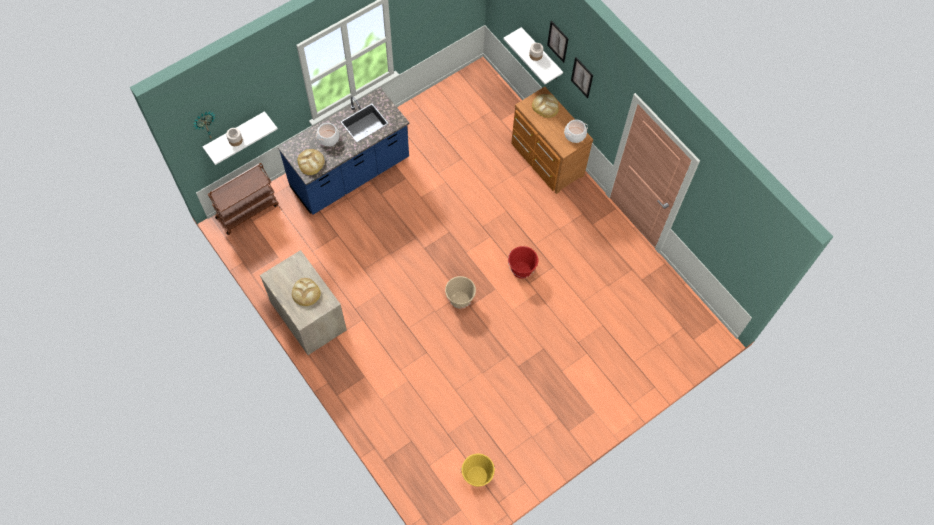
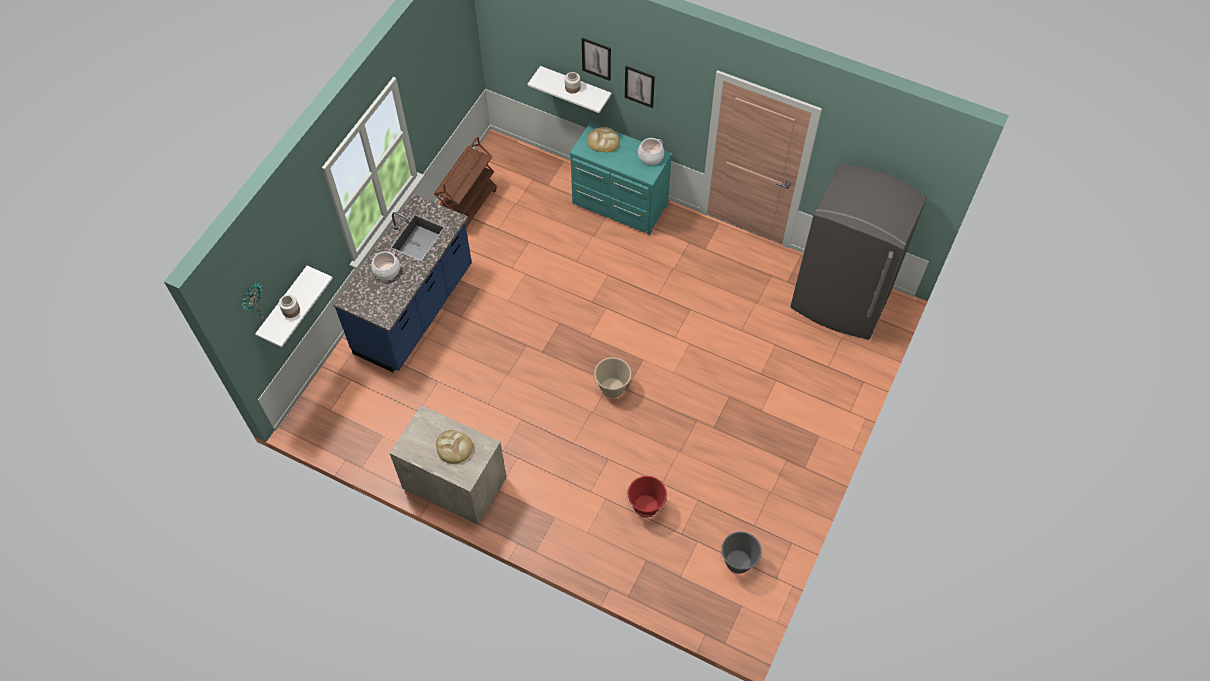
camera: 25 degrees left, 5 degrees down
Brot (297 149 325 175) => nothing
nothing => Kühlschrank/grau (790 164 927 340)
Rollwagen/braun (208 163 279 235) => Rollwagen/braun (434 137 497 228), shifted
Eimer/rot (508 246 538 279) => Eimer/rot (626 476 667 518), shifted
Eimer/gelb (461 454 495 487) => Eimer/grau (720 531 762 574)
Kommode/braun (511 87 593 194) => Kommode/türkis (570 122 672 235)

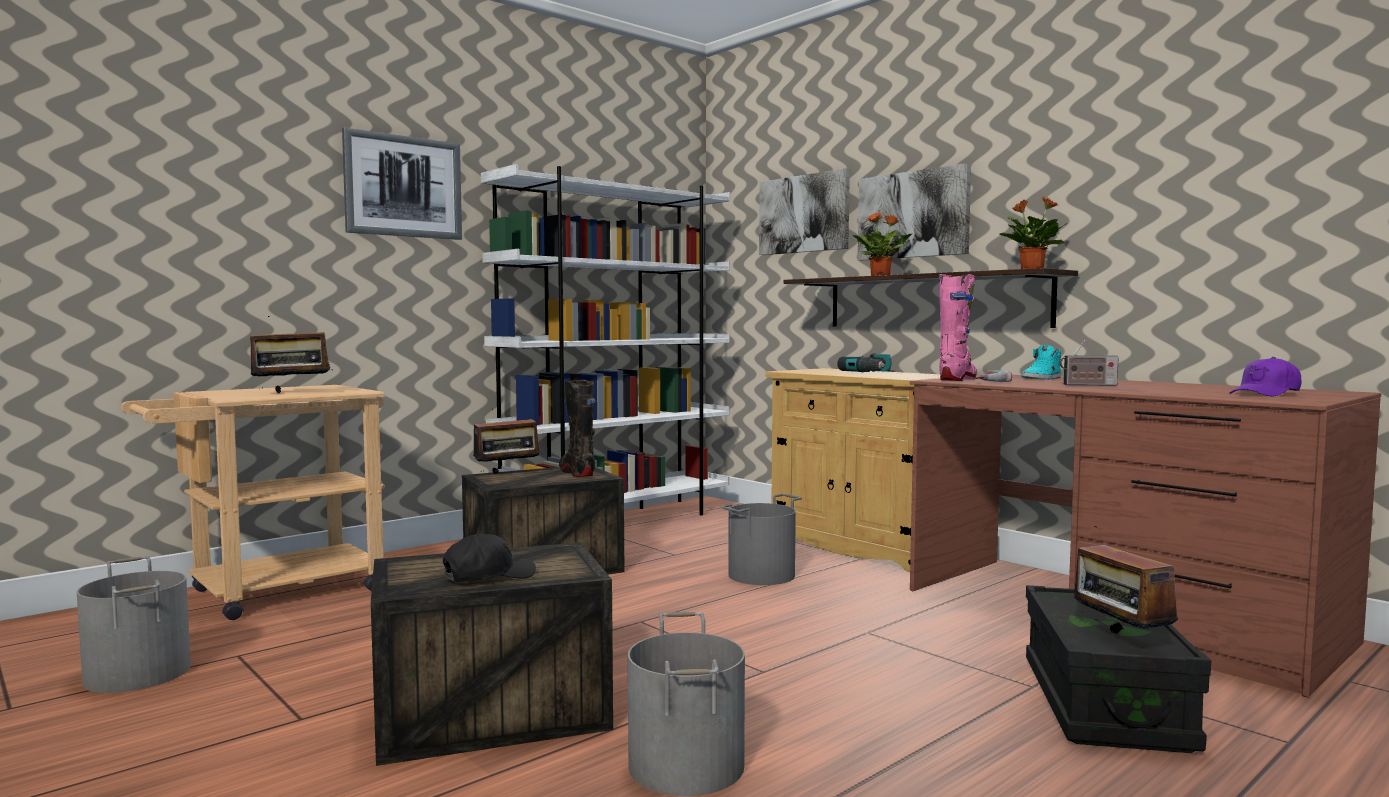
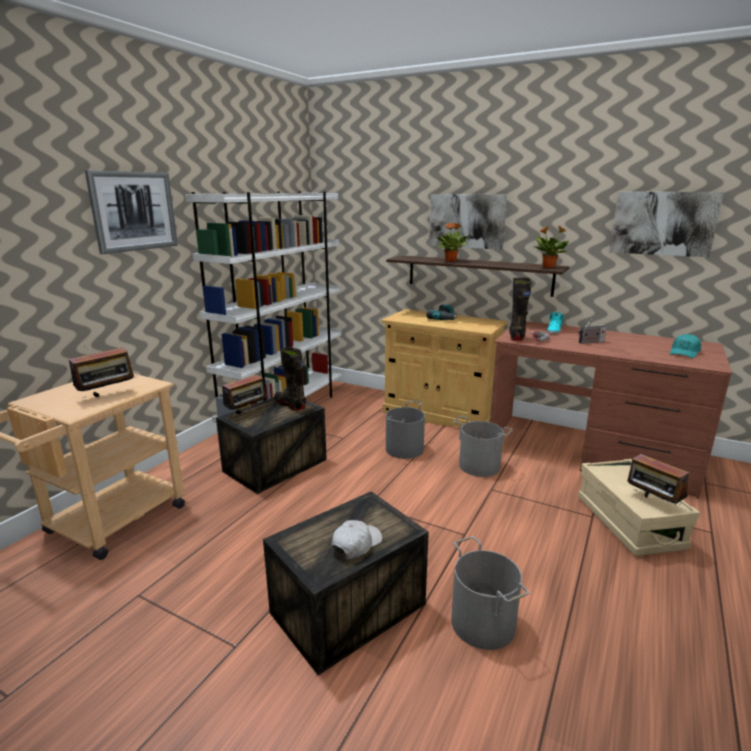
camera: 20 degrees left, 15 degrees up
Eimer/grau (77 556 191 693) => Eimer/grau (453 416 513 477), shifted
Bild (759 168 850 255) => Bild (609 192 724 257), shifted
Kappe/schwarz (443 533 536 582) => Kappe/weiß (332 520 382 559)
Stiefel/rosa (939 274 977 381) => Stiefel/schwarz (509 278 532 341)
Aufbewahrungsbox/schwarz (1026 585 1211 753) => Aufbewahrungsbox/beige (578 459 700 556)
Kappe/lila (1229 357 1302 396) => Kappe/türkis (670 334 701 358)

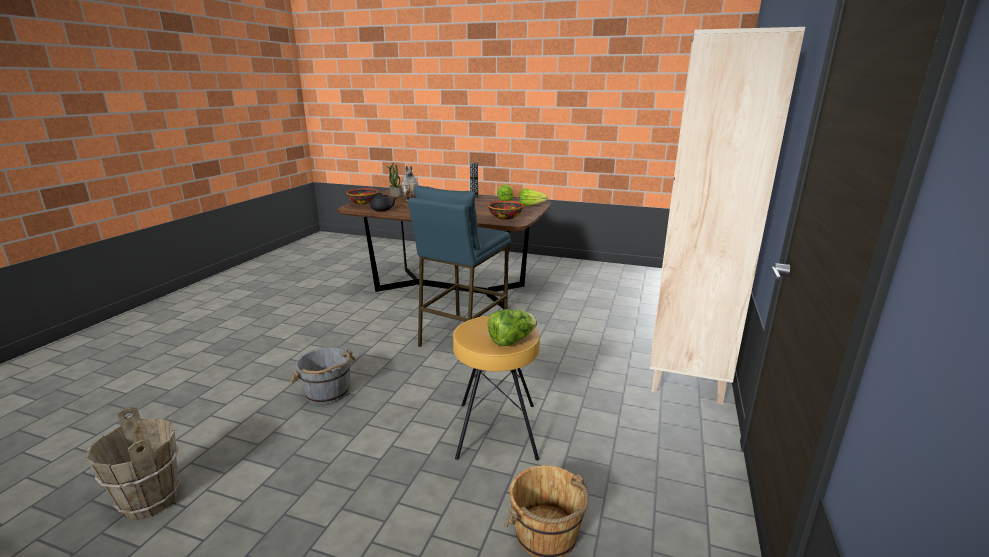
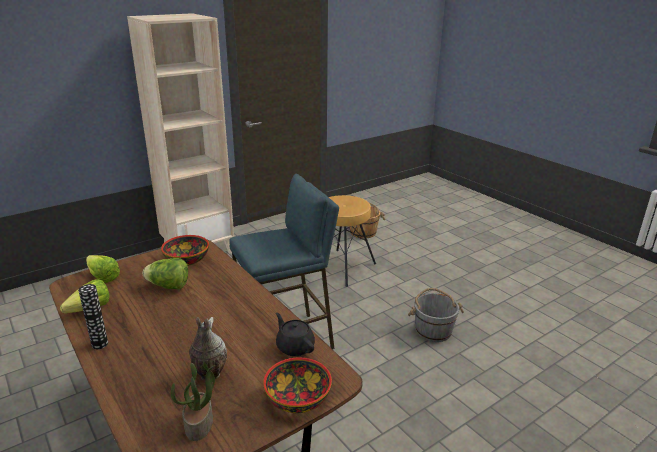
camera: 145 degrees left, 5 degrees up
Eimer/braun (85 407 180 520) => nothing
Salatkopf (488 309 537 346) => Salatkopf (143 258 188 289), shifted

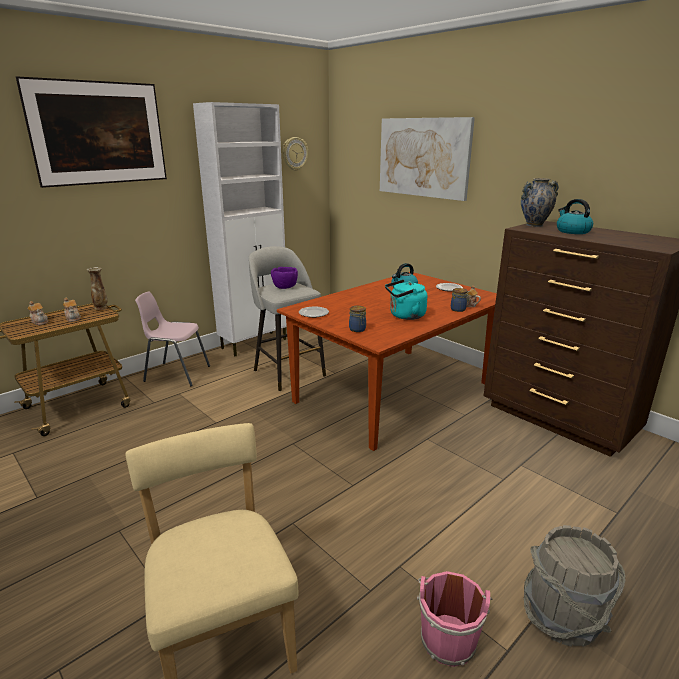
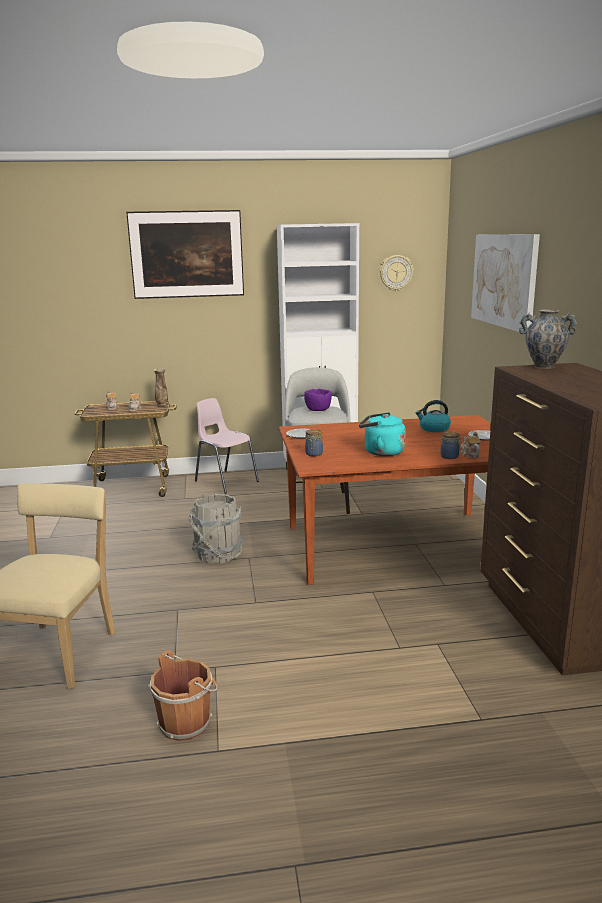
camera: 35 degrees right, 5 degrees down
Wasserkessel (557 199 593 234) => nothing
Eimer/grau (524 525 626 647) => Eimer/grau (189 494 243 564), shifted
Eimer/rosa (417 571 492 667) => Eimer/braun (148 651 218 741)

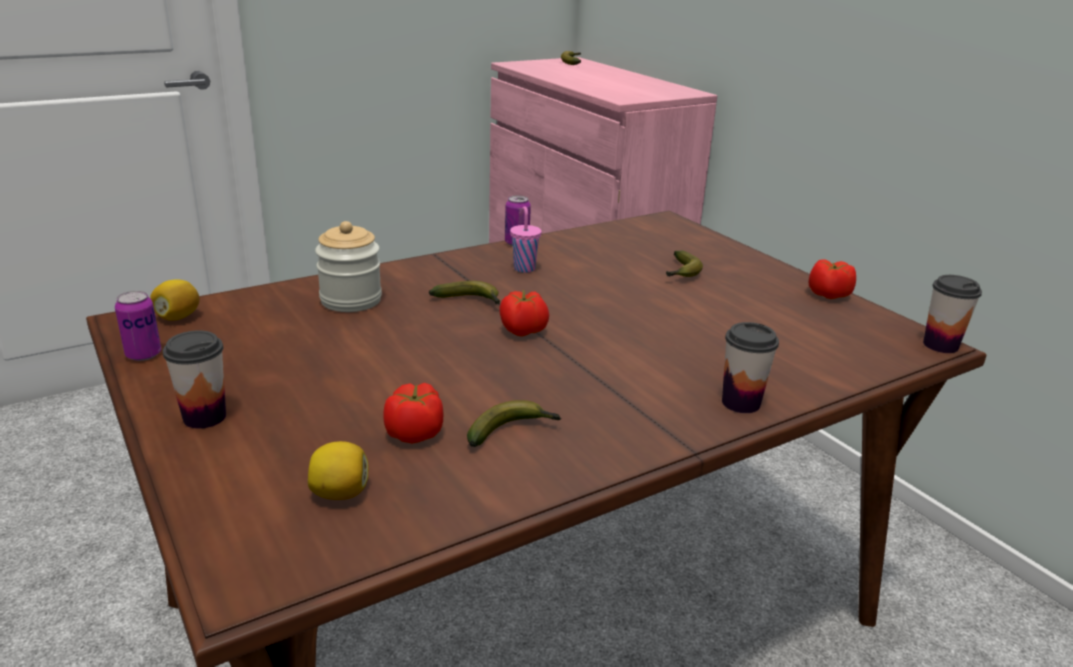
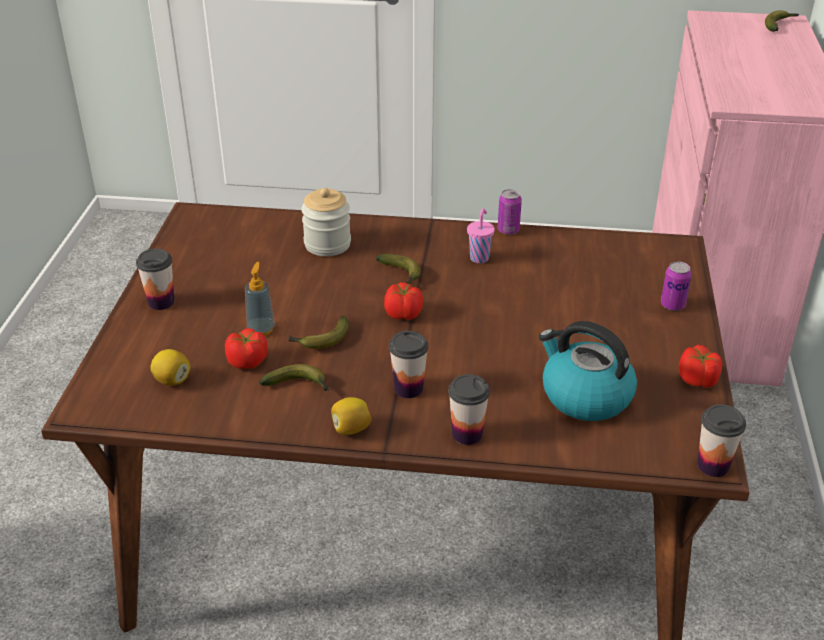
camera: 40 degrees right, 10 degrees up
nothing => Seifenspender (245 262 275 336)
nothing => Tasse (389 331 428 398)
nothing => Wasserkessel (539 321 637 421)
Dose (115 291 161 361) => Dose (661 261 692 311), shifted
Zitrone (150 279 200 321) => Zitrone (331 397 371 435), shifted
Banane (666 251 703 277) => Banane (288 316 349 349), shifted

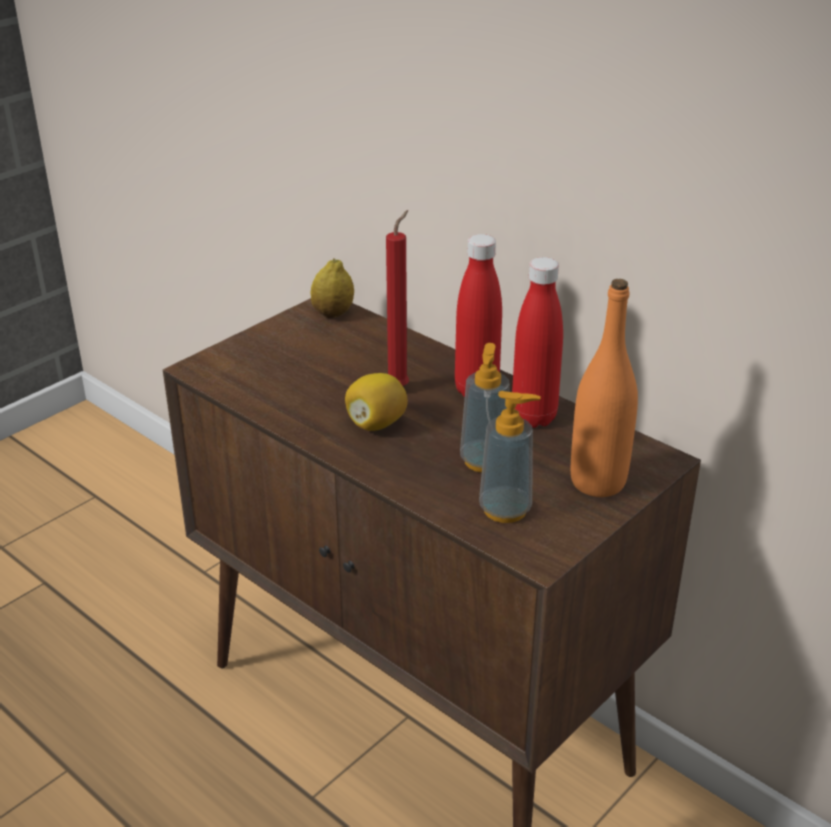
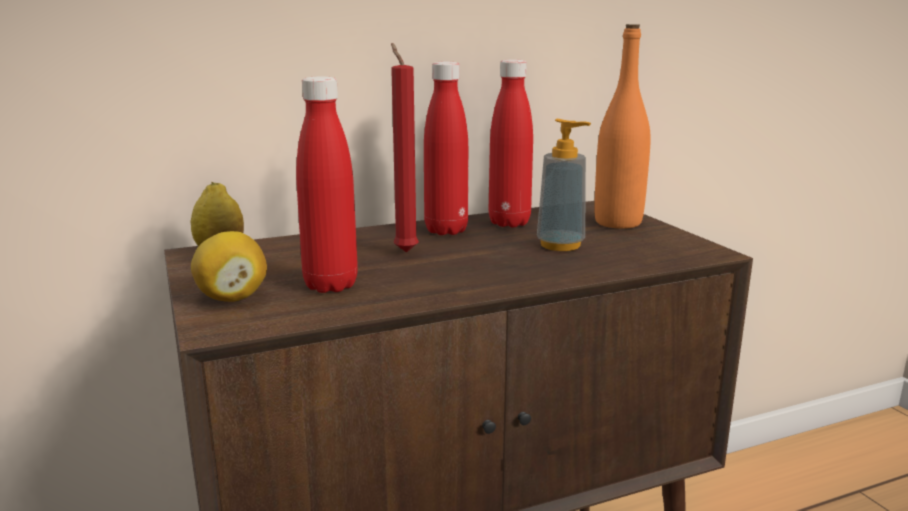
camera: 65 degrees left, 15 degrees down
Seifenspender (479 391 541 523) => nothing
nothing => Flasche/rot (296 76 358 293)
Zitrone (345 373 408 431) => Zitrone (191 231 267 302), shifted

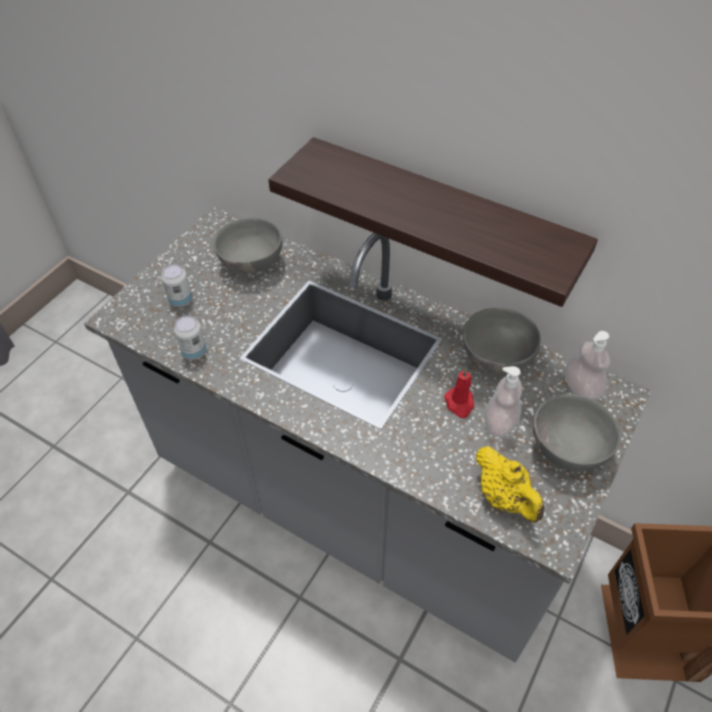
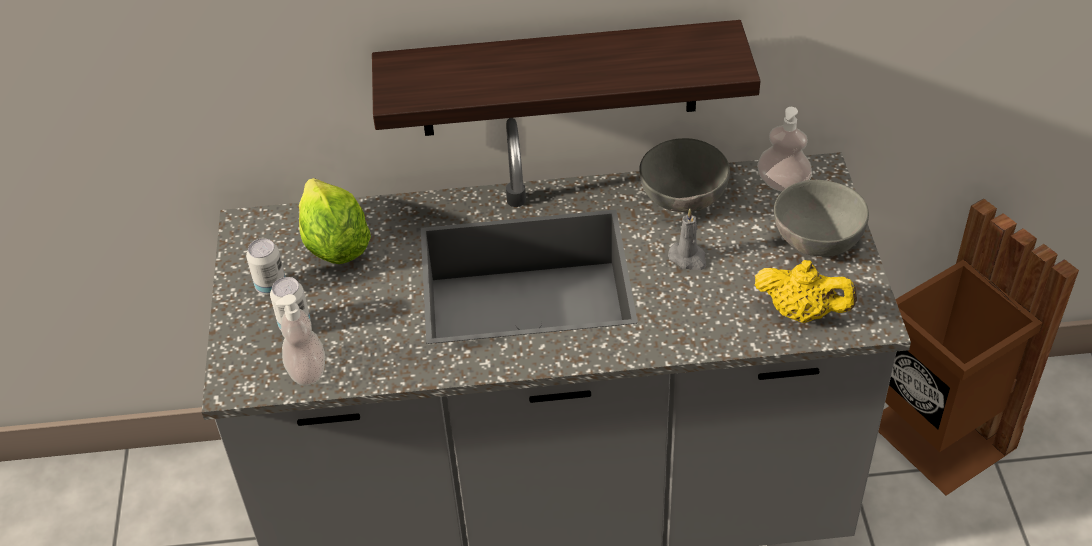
camera: 35 degrees left, 5 degrees down
Dose (174 315 206 360) => Dose (246 238 286 295), shifted
Seifenspender (485 366 522 437) => Seifenspender (276 294 325 386), shifted
Schüssel/grau (213 217 282 273) => Salatkopf (299 178 371 264)
Kerze/rot (444 368 474 418) => Kerze/grau (668 209 706 270)

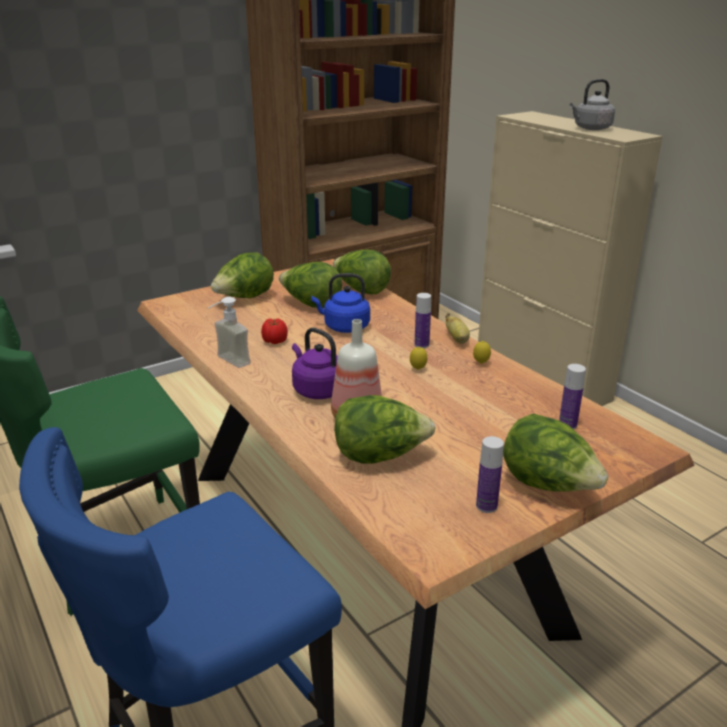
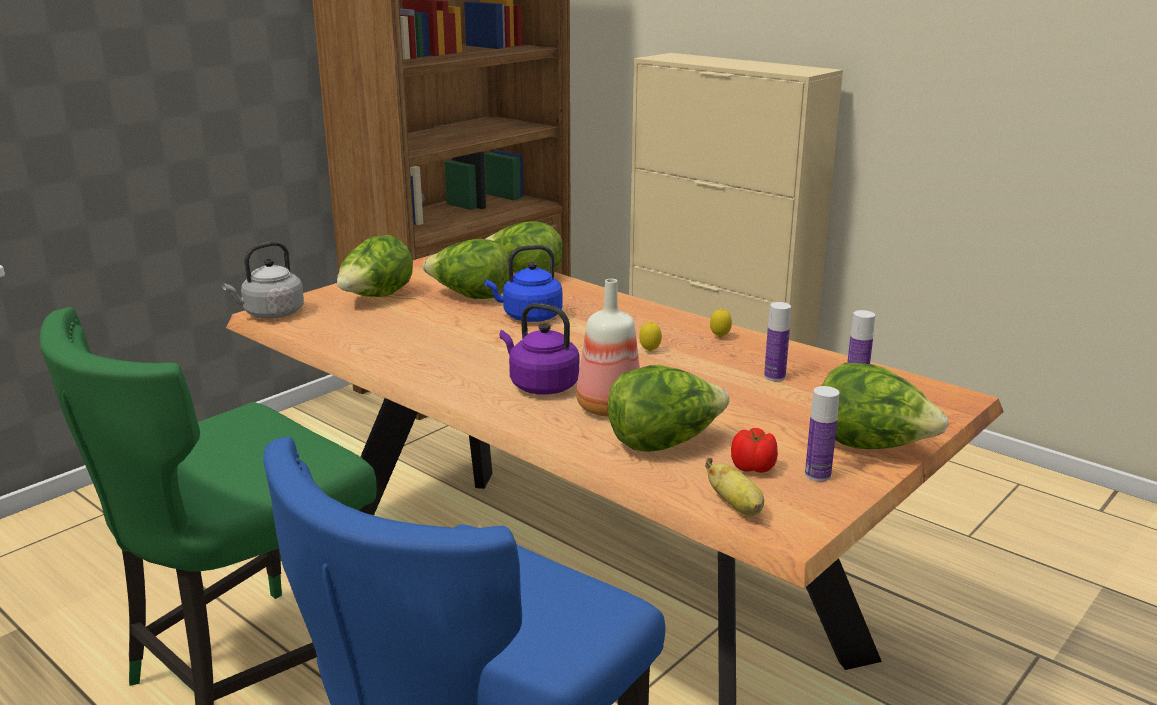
camera: 15 degrees left, 5 degrees down
Seifenspender (208 297 250 368) => nothing
Tomate (261 319 288 344) => Tomate (731 428 778 473), shifted
Flasche (415 293 431 348) => Flasche (764 302 791 381), shifted
Banane (445 313 470 344) => Banane (705 458 764 516), shifted
Wasserkessel/grau (570 79 615 130) => Wasserkessel/grau (222 241 304 319), shifted

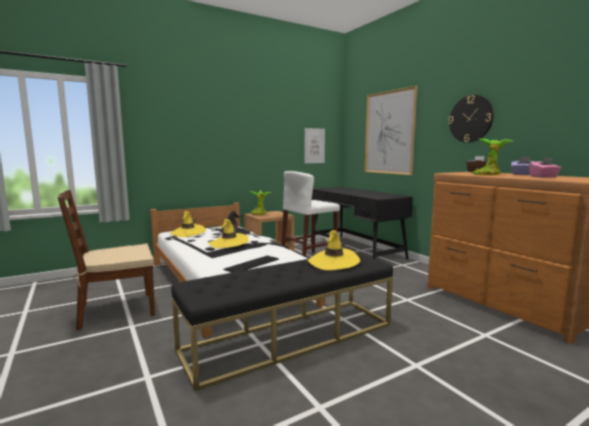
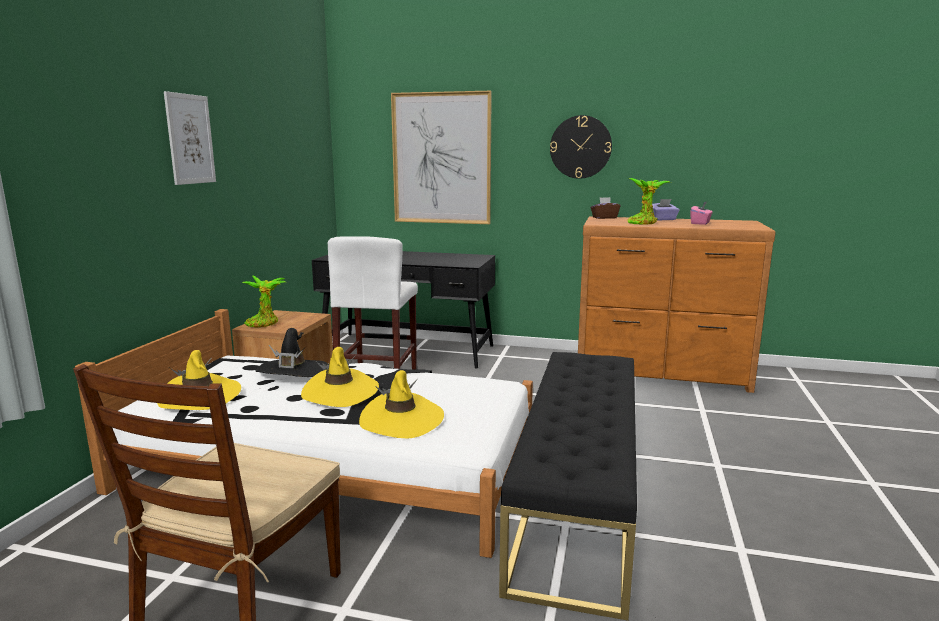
camera: 45 degrees left, 5 degrees up
Tastatur (224 256 279 273) => nothing
Bild (305 128 325 163) => Bild (164 91 216 185), shifted
Hut/gelb (308 230 360 270) => Hut/gelb (359 370 444 438), shifted

